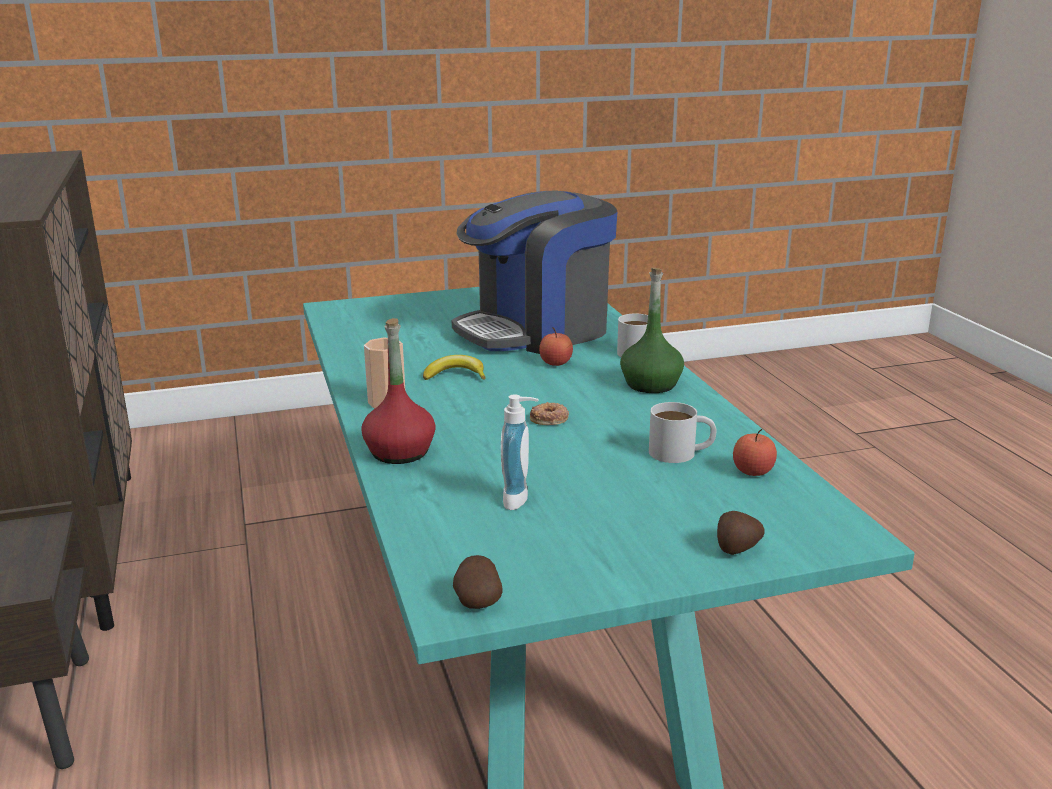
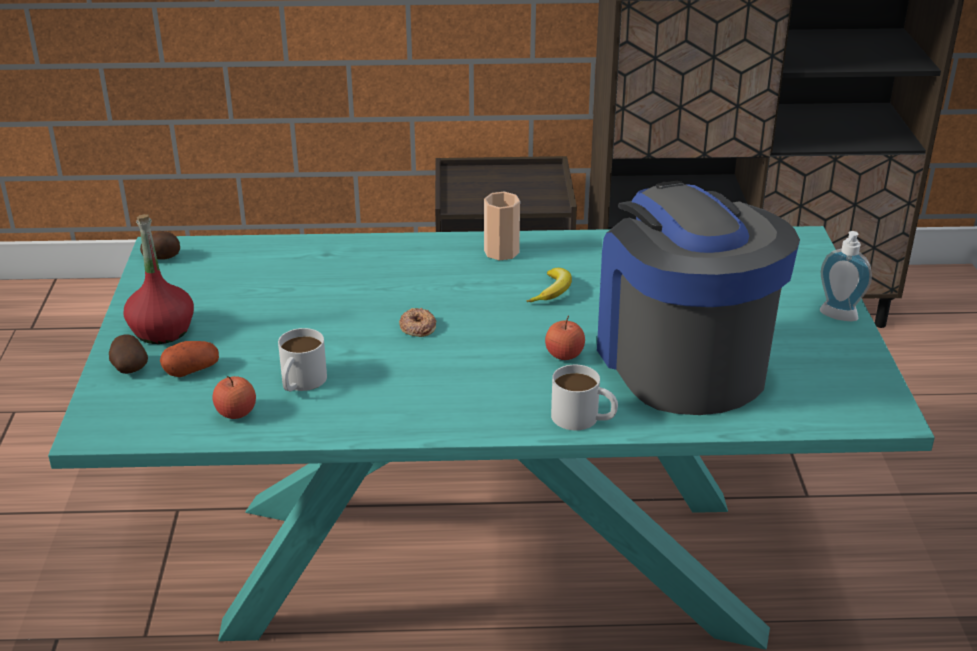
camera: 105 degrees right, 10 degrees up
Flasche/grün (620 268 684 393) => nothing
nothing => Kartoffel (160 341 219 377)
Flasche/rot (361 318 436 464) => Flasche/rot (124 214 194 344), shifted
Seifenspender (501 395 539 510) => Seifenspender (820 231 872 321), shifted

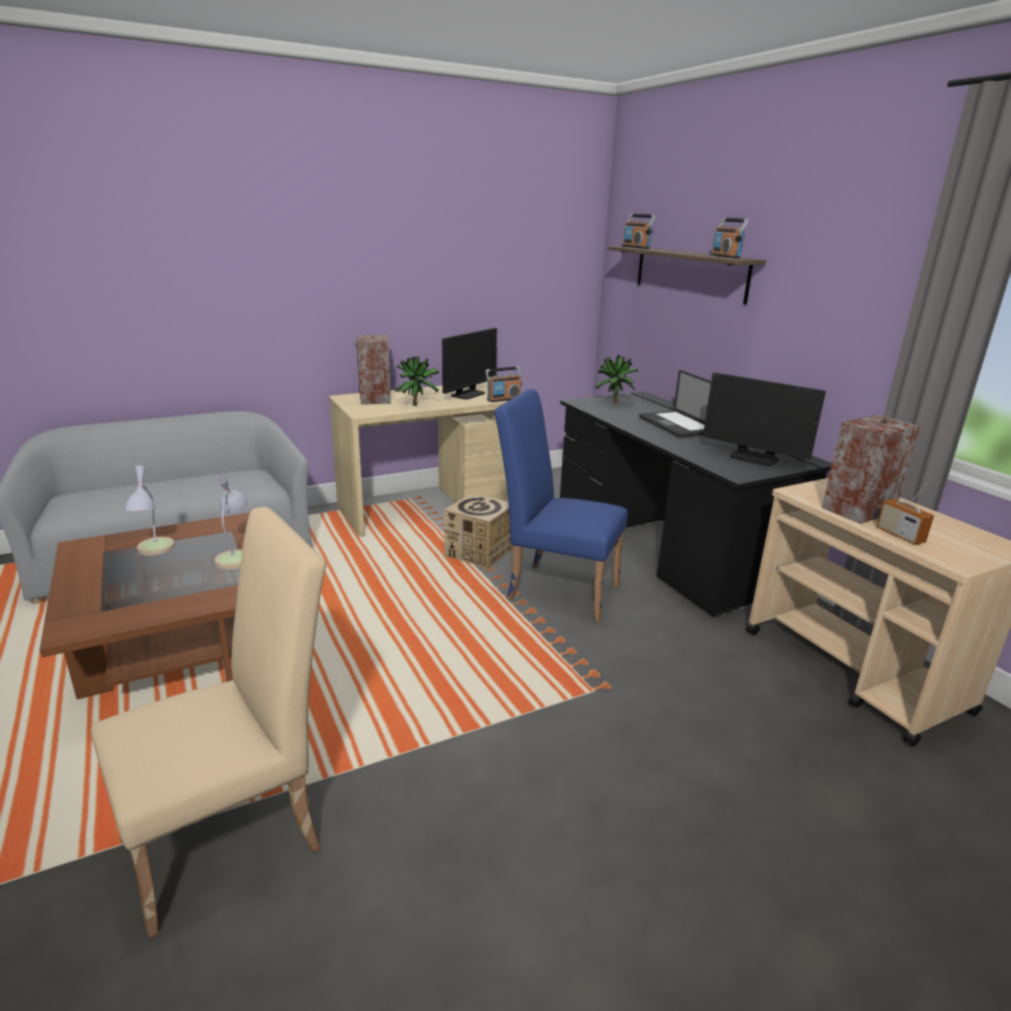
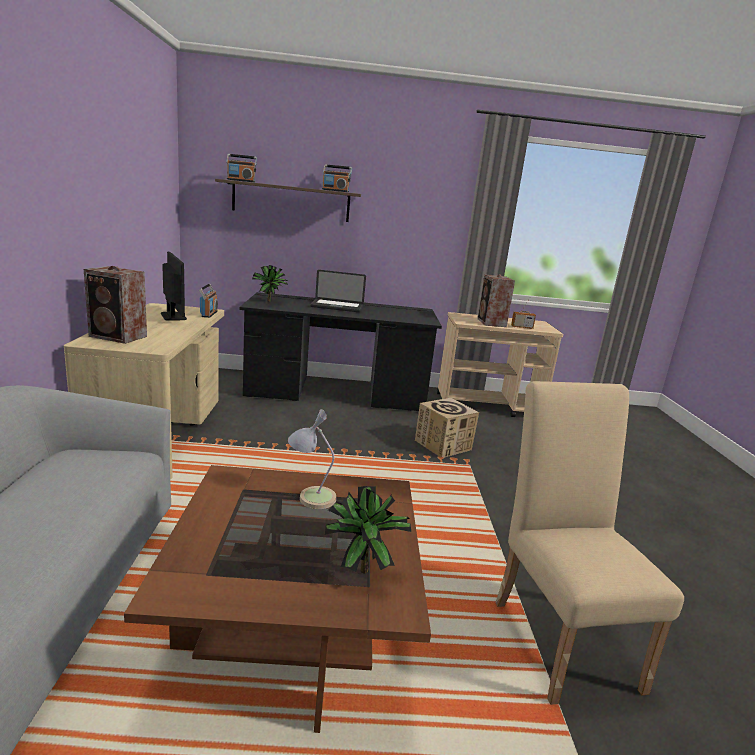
camera: 65 degrees left, 5 degrees down
Tischlampe (124 465 175 556) => nothing
Stuhl/blau (494 389 628 622) => nothing
Monitor (703 373 826 466) => nothing
Topfpflanze (395 356 439 406) => Topfpflanze (325 486 411 573), shifted
Karton (444 493 513 569) => Karton (415 398 479 458), shifted

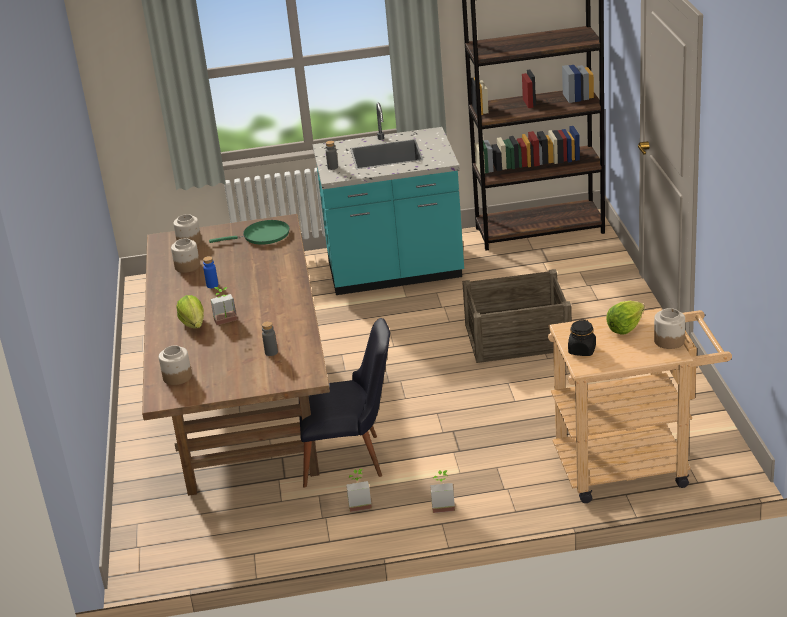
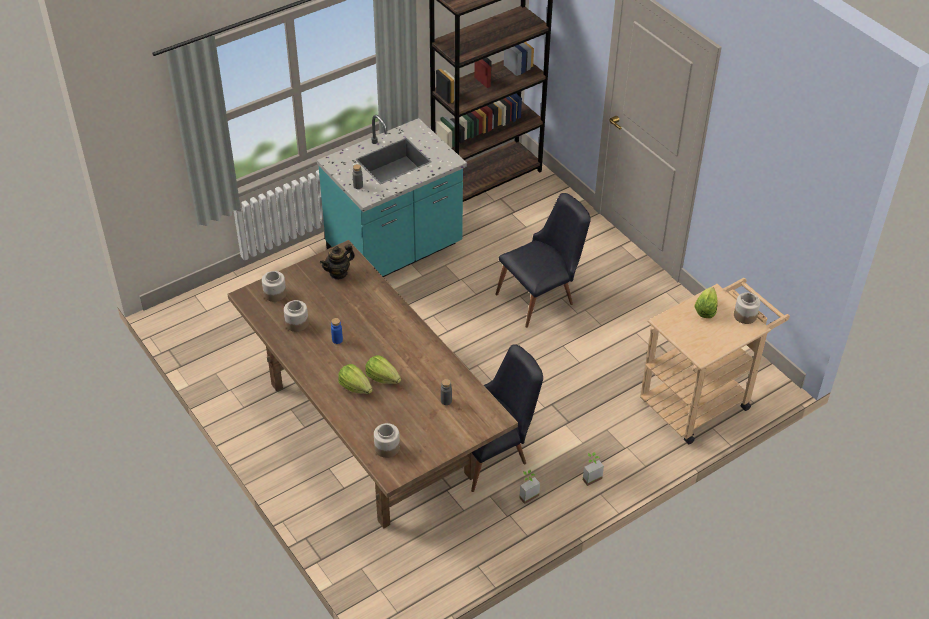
camera: 30 degrees left, 15 degrees up
Vorratsglas/schwarz (568 319 596 356) => nothing
Pfanne/grün (209 220 290 245) => Teekanne (320 244 355 280)
Topfpflanze (210 287 237 325) => Salatkopf (365 355 401 384)
Kiste (462 269 572 363) => Stuhl/schwarz (495 193 591 328)

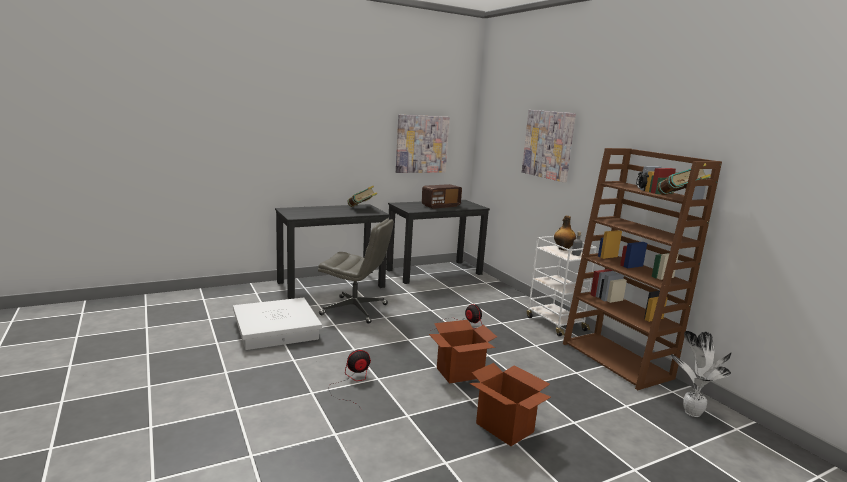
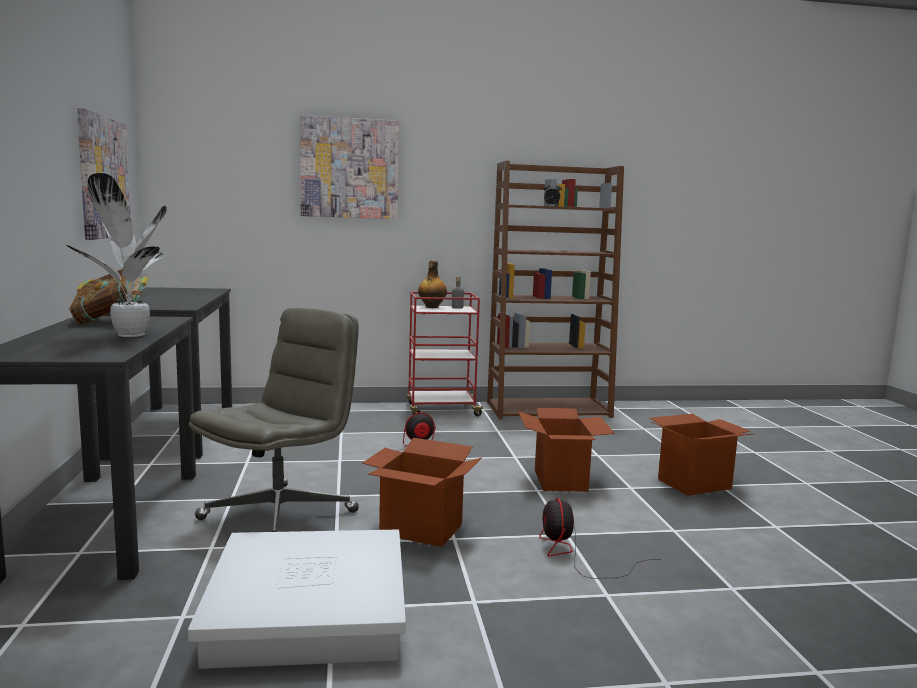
camera: 70 degrees left, 5 degrees down
Radio (421 184 462 209) => nothing
Buch (658 163 711 195) => nothing
nothing => Karton (362 438 482 547)
Topfpflanze (671 331 732 417) => Topfpflanze (66 173 167 337), shifted
Rollwagen/weiß (527 236 597 336) => Rollwagen/rot (406 292 485 416)

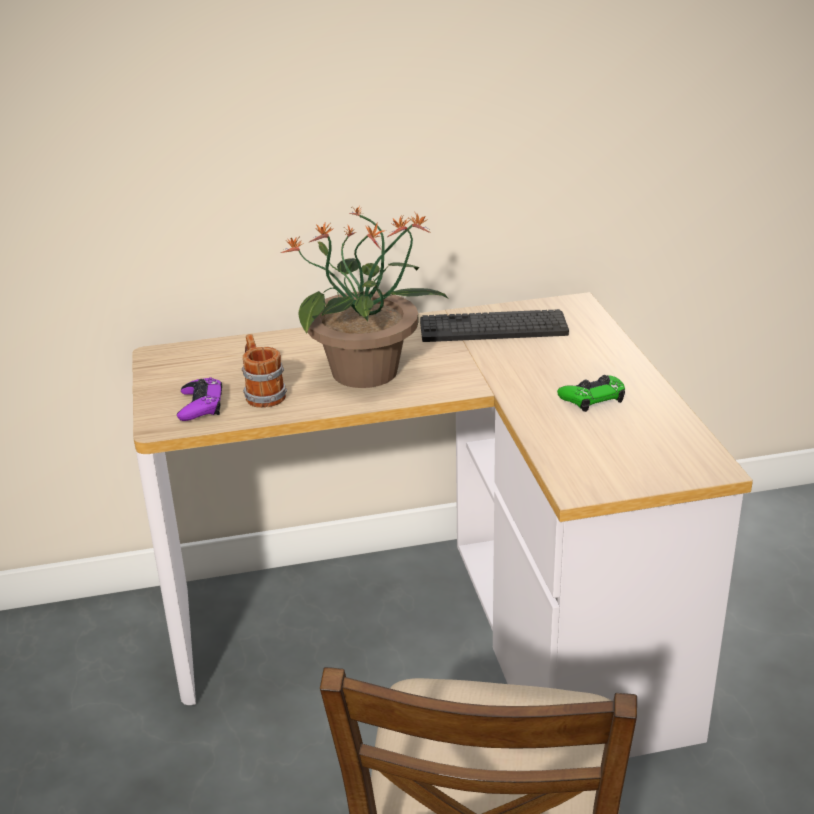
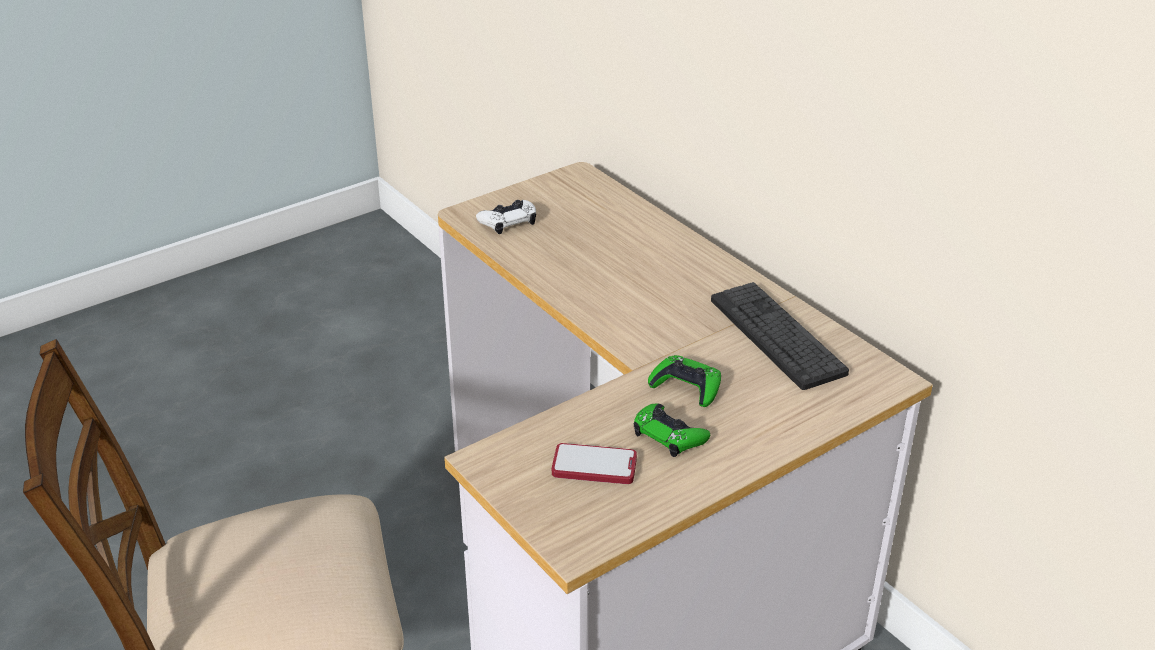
camera: 65 degrees right, 5 degrees up
Henkelbecher (242 334 287 408) => nothing
Topfpflanze (281 206 449 388) => nothing
nothing => Handy (552 443 637 484)
nothing => Gamepad/grün (648 355 721 407)
Gamepad/lila (177 377 222 421) => Gamepad/weiß (476 200 536 234)

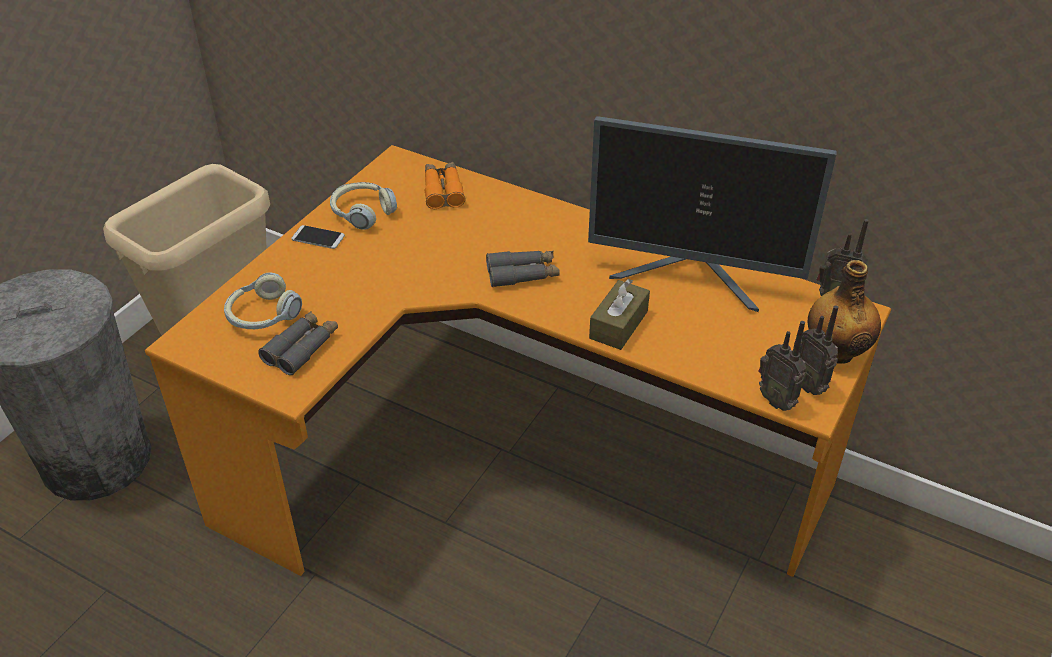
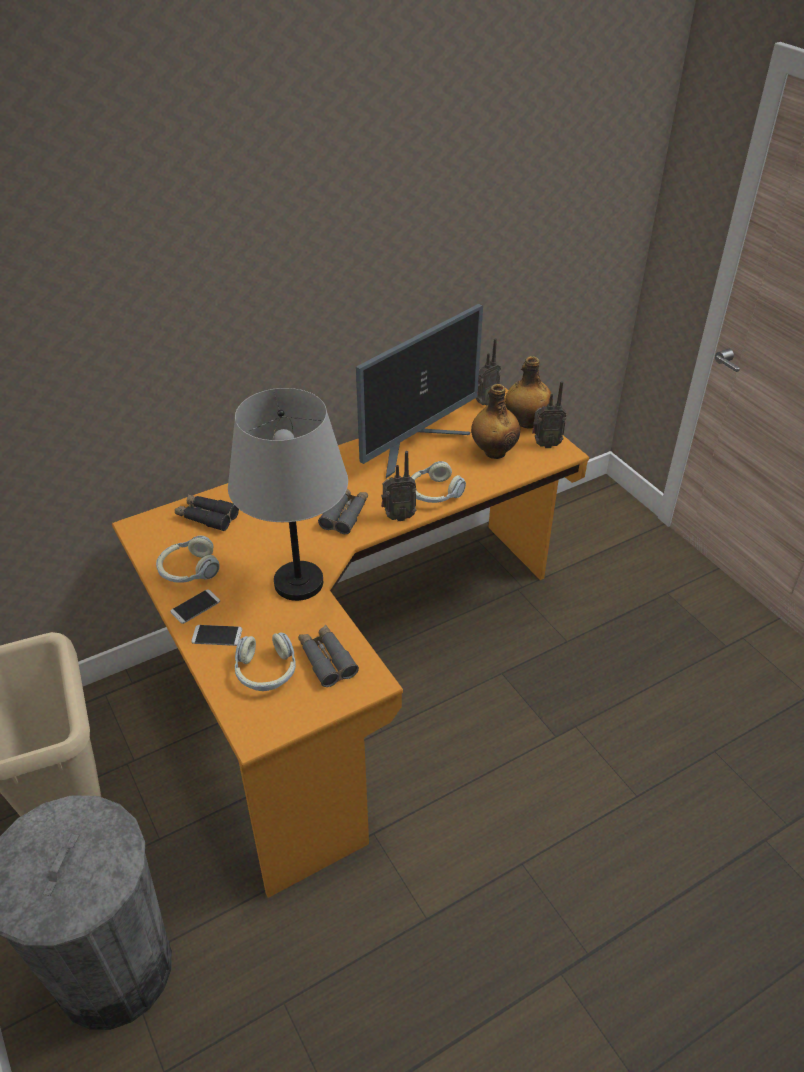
camera: 60 degrees left, 0 degrees up
nothing => Handy (191 625 242 646)
nothing => Tischlampe/grau (228 388 348 601)
nothing => Flasche (471 384 520 459)
Radio (758 321 806 411) => Radio (381 451 417 521), shifted
Taschentuchbox/braun (589 279 650 350) => Kopfhörer (411 461 466 503)
Fernglas/orange (425 162 465 209) => Fernglas/schwarz (175 495 239 531)

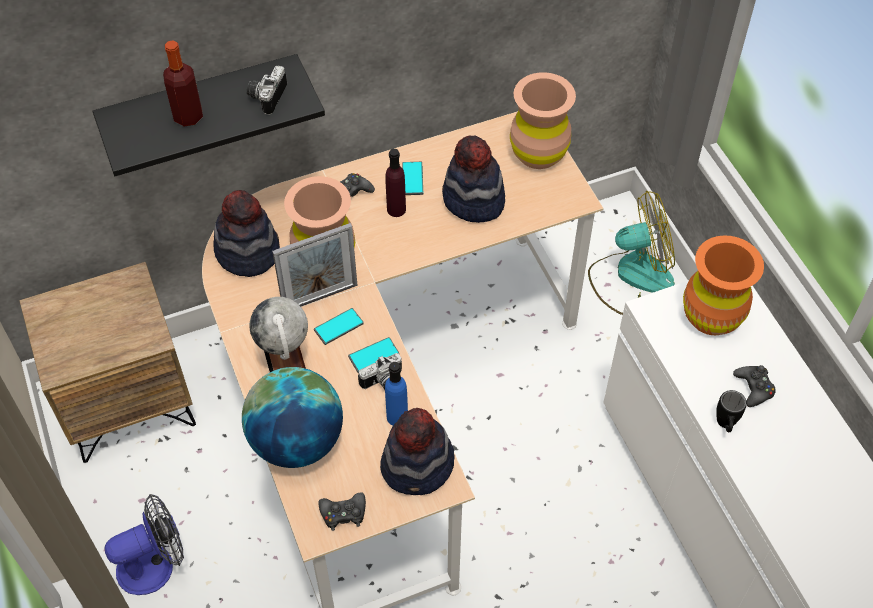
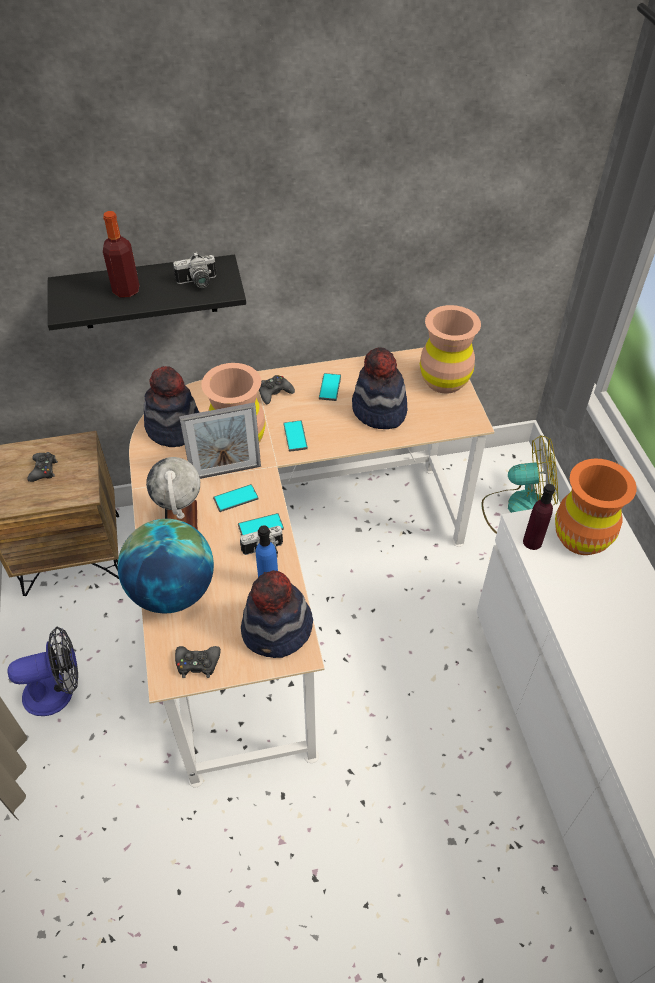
camera: 10 degrees right, 5 degrees down
Henkelbecher/schwarz (717 390 747 432) => nothing
nothing => Handy (283 420 308 452)
Flasche/lila (385 149 406 217) => Flasche/lila (523 484 555 550), shifted
Gamepad/schwarz (733 365 776 407) => Gamepad/schwarz (28 452 58 482), shifted
Kamera (247 65 287 115) => Kamera (173 252 217 288), 135 degrees counterclockwise

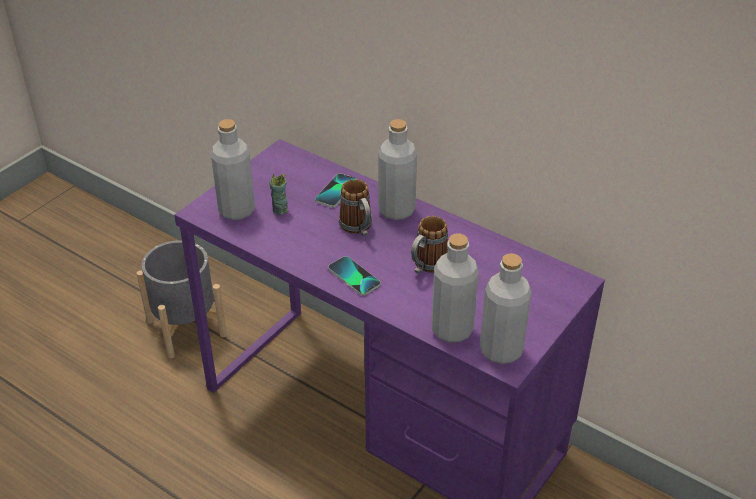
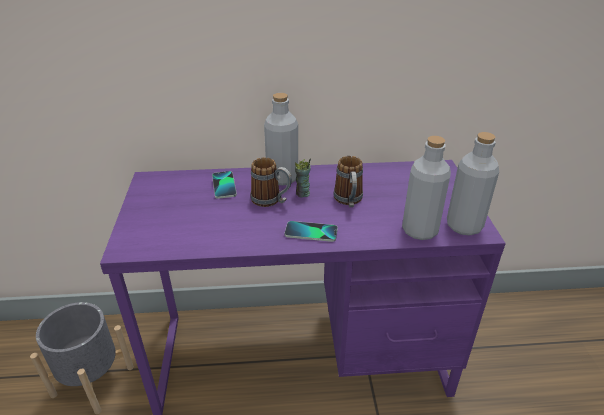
camera: 40 degrees left, 5 degrees down
Flasche/grau (211 119 255 220) => nothing
Tasse (269 174 289 215) => Tasse (295 158 311 198), shifted

